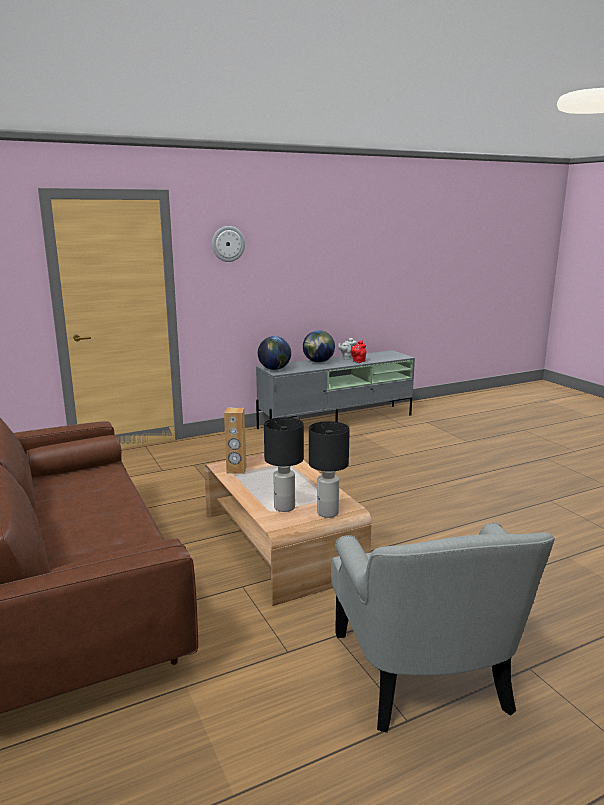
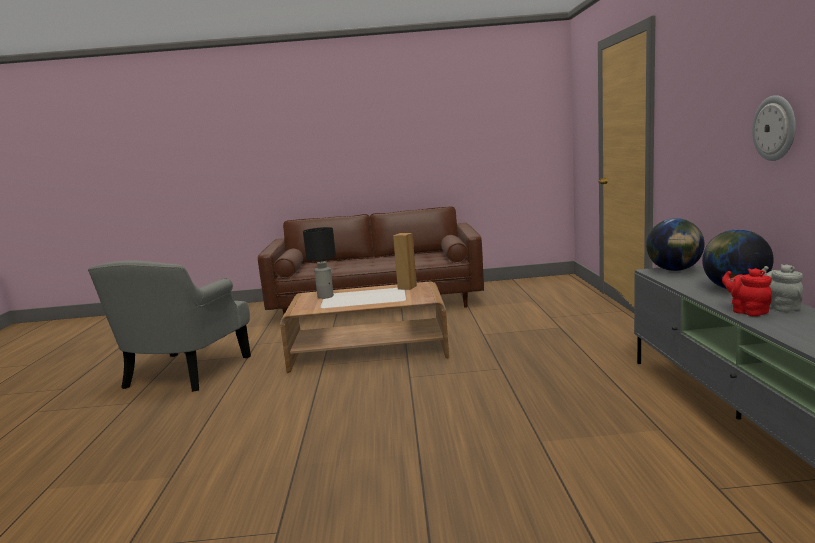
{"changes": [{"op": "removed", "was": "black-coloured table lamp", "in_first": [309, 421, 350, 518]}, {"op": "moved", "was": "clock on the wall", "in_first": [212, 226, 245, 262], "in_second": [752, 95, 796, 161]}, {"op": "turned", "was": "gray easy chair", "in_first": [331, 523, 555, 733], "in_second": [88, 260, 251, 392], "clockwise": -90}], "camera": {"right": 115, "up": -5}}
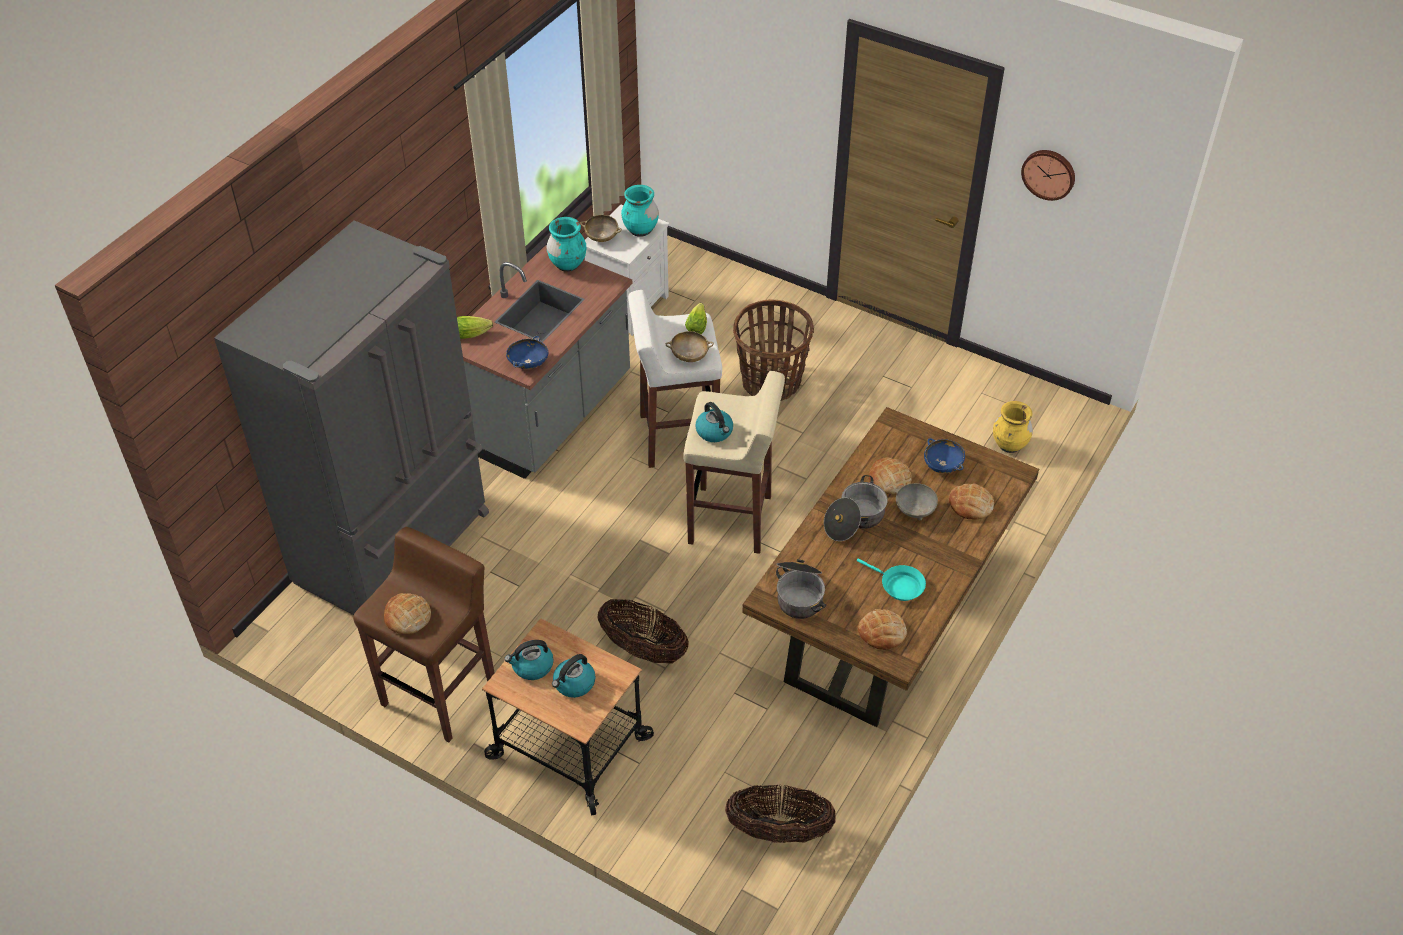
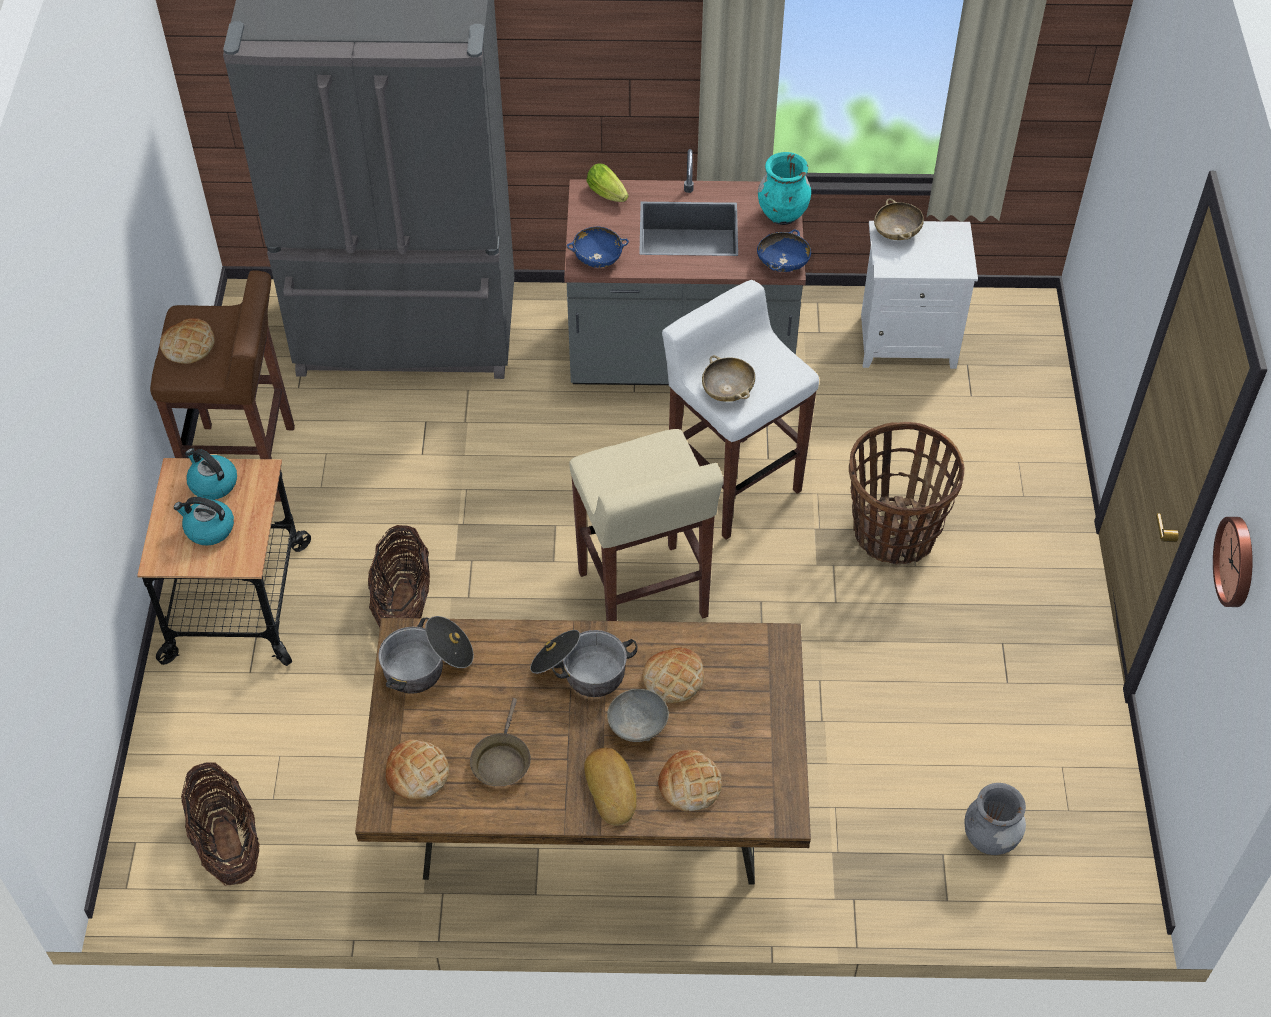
{"changes": [{"op": "removed", "was": "turquoise decorative vase", "in_first": [621, 185, 659, 237]}, {"op": "removed", "was": "head of lettuce", "in_first": [685, 303, 707, 334]}, {"op": "removed", "was": "water kettle", "in_first": [695, 402, 733, 442]}, {"op": "added", "now": "bread", "in_second": [584, 748, 637, 826]}, {"op": "moved", "was": "bluish serving bowl", "in_first": [924, 438, 965, 473], "in_second": [757, 229, 811, 272]}, {"op": "recoloured", "was": "turquoise pan", "now": "brownish pan", "in_first": [857, 558, 926, 601], "in_second": [470, 698, 531, 786]}, {"op": "recoloured", "was": "yellow decorative vase", "now": "gray decorative vase", "in_first": [993, 401, 1033, 453], "in_second": [964, 783, 1026, 855]}], "camera": {"right": 60, "up": 5}}
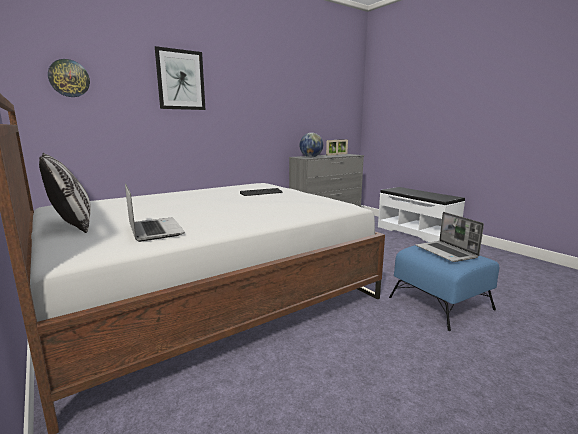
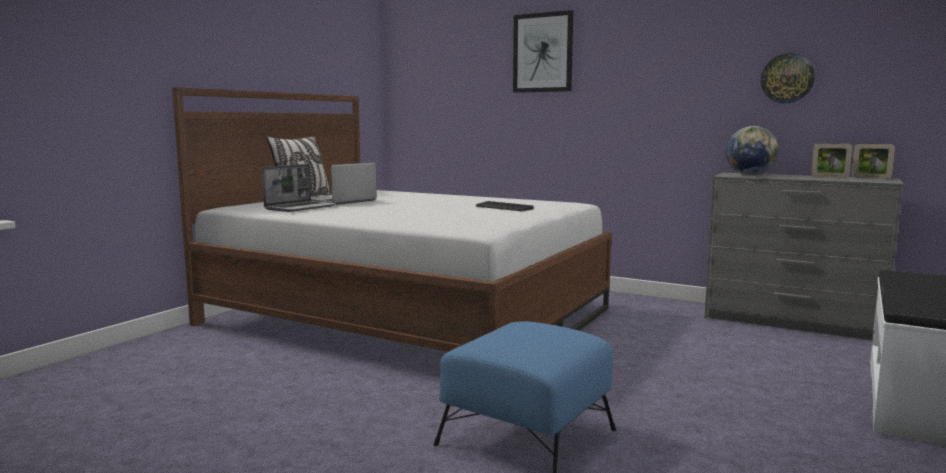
{"changes": [{"op": "moved", "was": "clock on the wall", "in_first": [48, 59, 90, 97], "in_second": [761, 53, 815, 103]}, {"op": "moved", "was": "laptop", "in_first": [416, 212, 484, 262], "in_second": [311, 162, 377, 205]}], "camera": {"right": 65, "up": -5}}
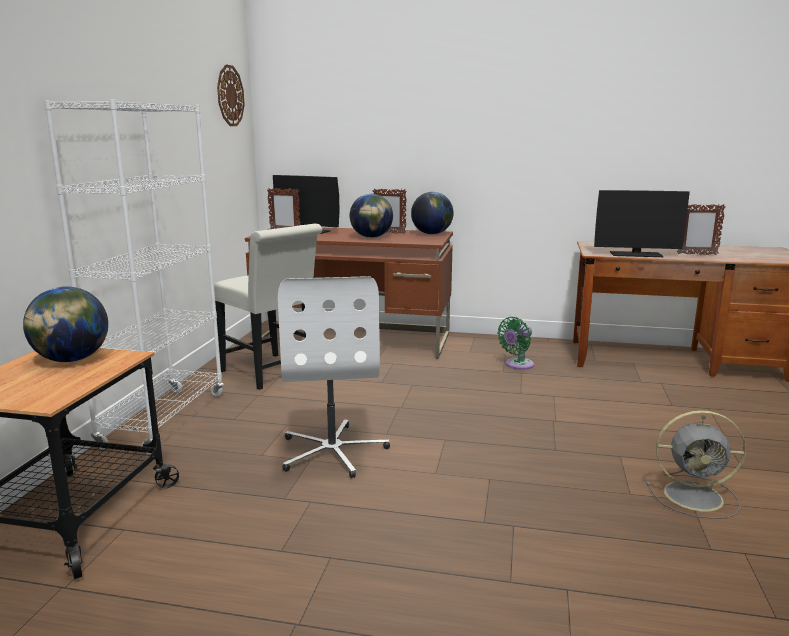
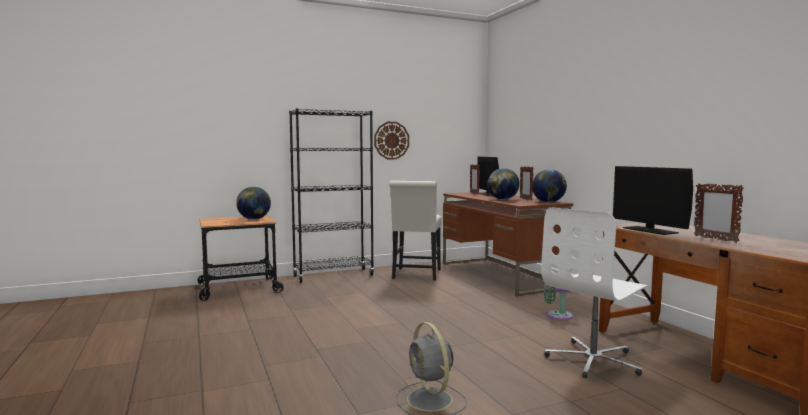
{"changes": [{"op": "moved", "was": "clock on the wall", "in_first": [217, 64, 245, 126], "in_second": [374, 122, 409, 159]}, {"op": "moved", "was": "whitish office chair", "in_first": [278, 276, 390, 478], "in_second": [541, 207, 649, 378]}, {"op": "recoloured", "was": "whitish bookshelf", "now": "black-coloured bookshelf", "in_first": [44, 99, 224, 455], "in_second": [289, 108, 374, 283]}], "camera": {"right": 55, "up": -10}}
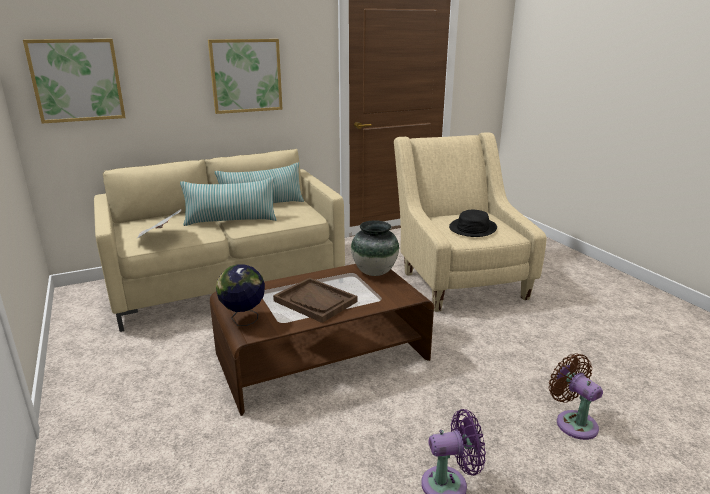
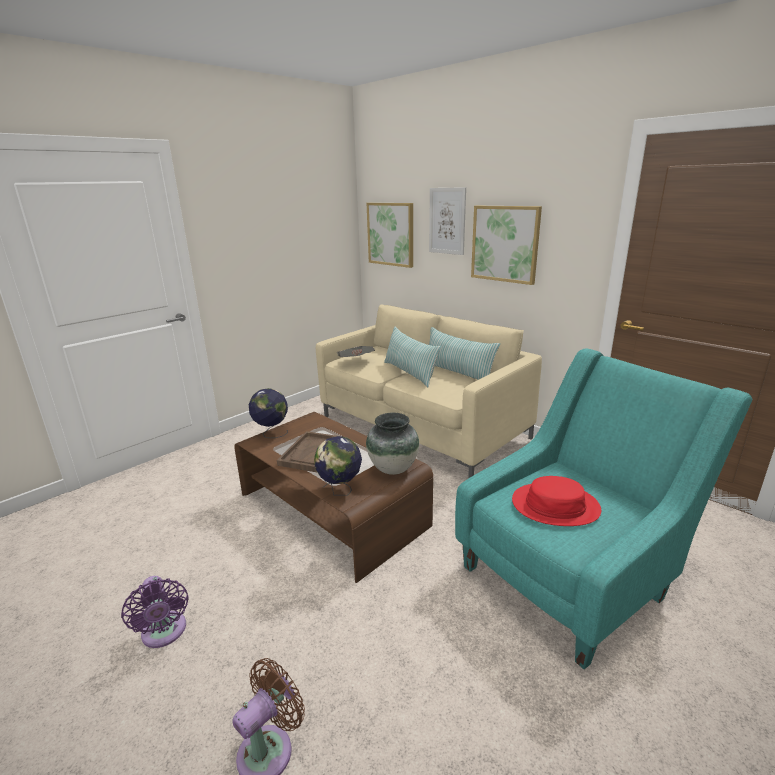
{"changes": [{"op": "added", "now": "desk globe", "in_second": [314, 436, 362, 496]}, {"op": "added", "now": "picture", "in_second": [429, 187, 466, 255]}, {"op": "recoloured", "was": "beige-coloured easy chair", "now": "turquoise easy chair", "in_first": [394, 132, 547, 312], "in_second": [455, 348, 752, 669]}, {"op": "recoloured", "was": "black-coloured wearable hat", "now": "red wearable hat", "in_first": [449, 210, 497, 237], "in_second": [512, 476, 601, 526]}], "camera": {"right": 70, "up": 0}}
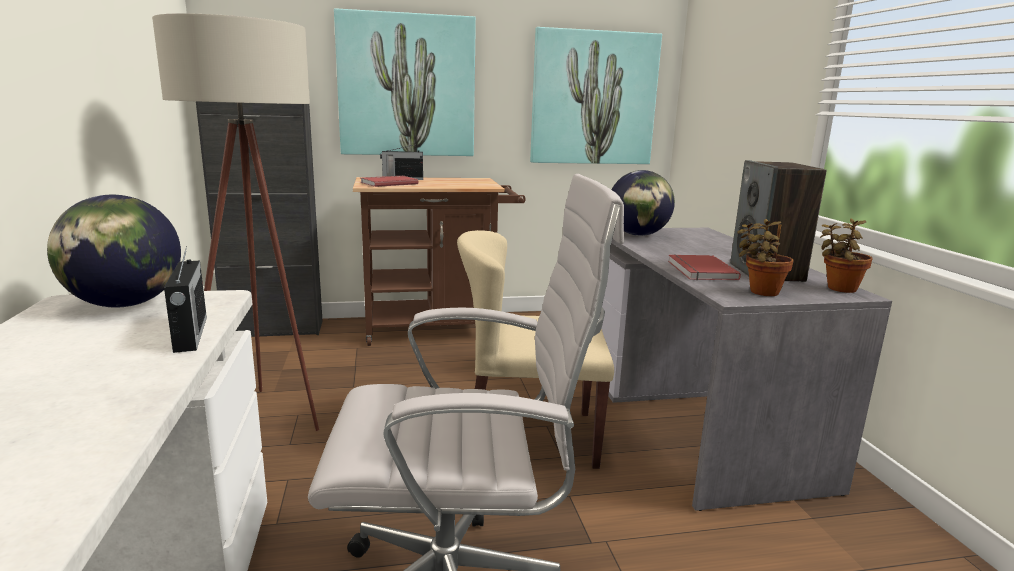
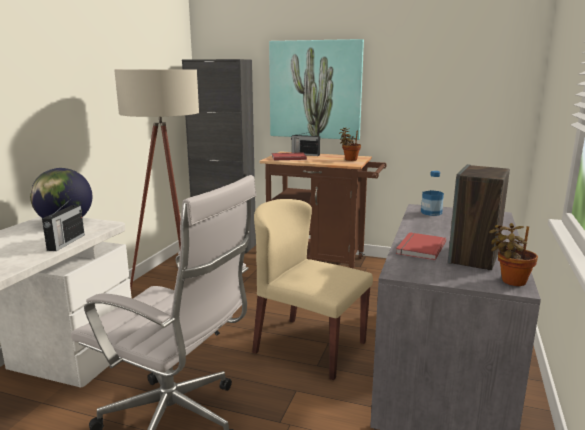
{"changes": [{"op": "removed", "was": "picture", "in_first": [530, 27, 662, 164]}, {"op": "moved", "was": "plant in a pot", "in_first": [737, 219, 794, 296], "in_second": [339, 127, 361, 161]}, {"op": "replaced", "was": "desk globe", "now": "bottle", "in_first": [612, 170, 675, 236], "in_second": [421, 171, 444, 216]}], "camera": {"right": 30, "up": 0}}
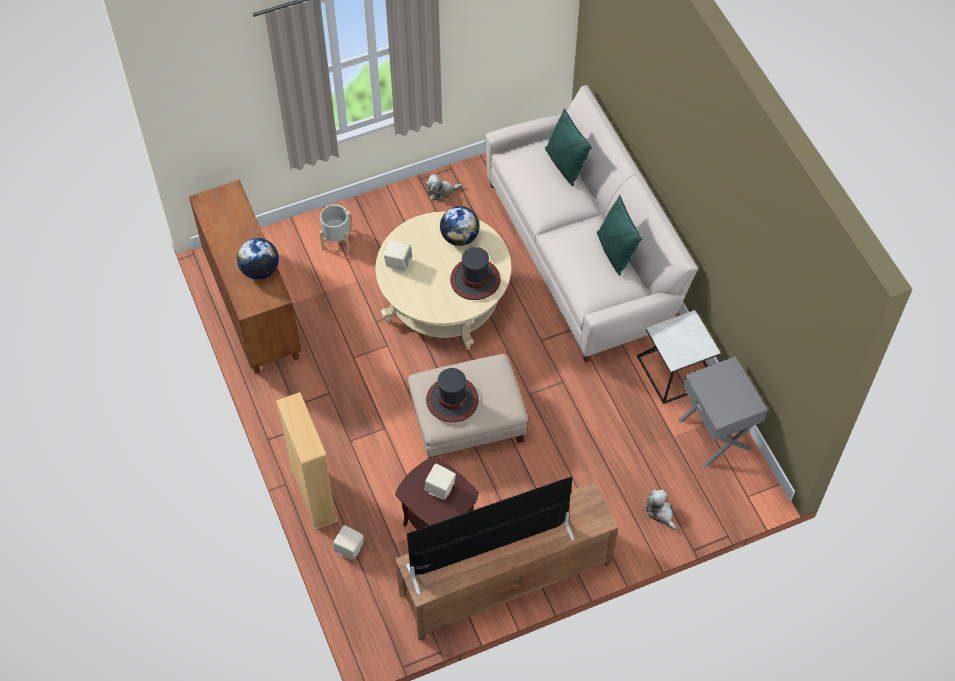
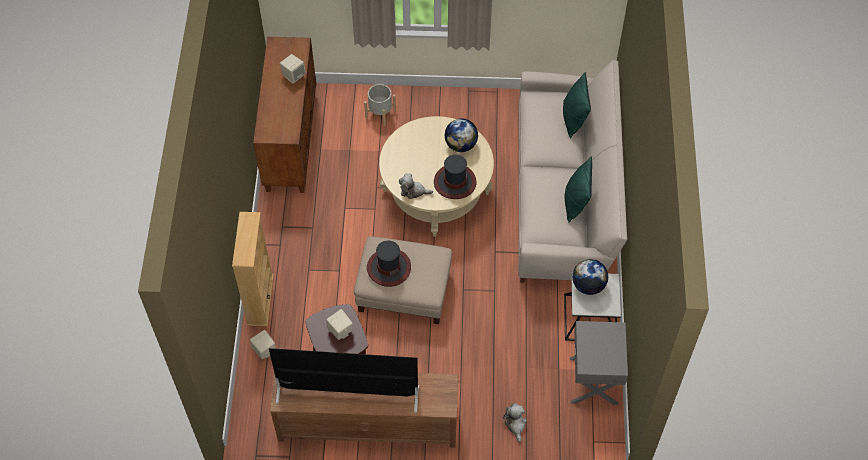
{"changes": [{"op": "moved", "was": "desk globe", "in_first": [237, 238, 279, 280], "in_second": [572, 259, 608, 295]}, {"op": "moved", "was": "beige-coloured loudspeaker", "in_first": [384, 240, 412, 273], "in_second": [280, 54, 306, 84]}, {"op": "moved", "was": "plush toy", "in_first": [425, 174, 462, 201], "in_second": [399, 173, 433, 199]}], "camera": {"right": 25, "up": 0}}
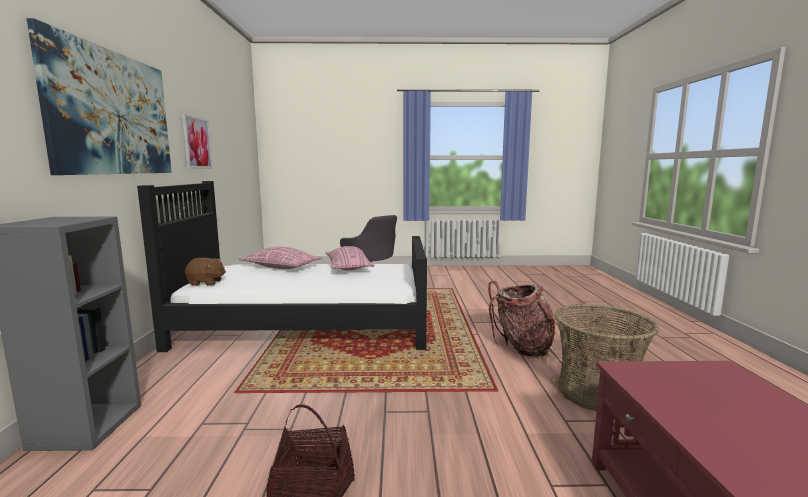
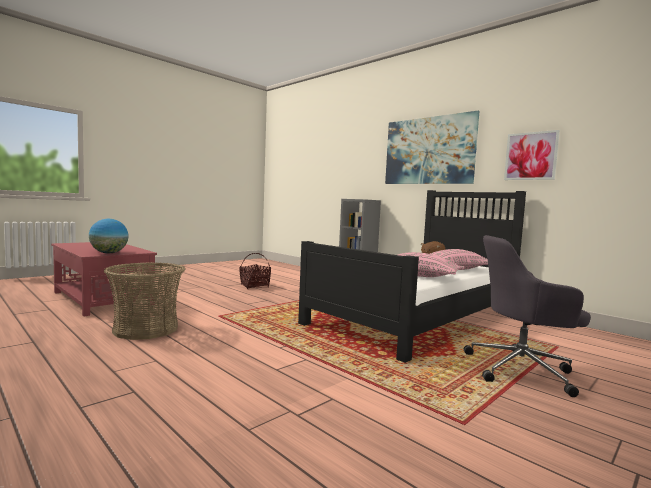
{"changes": [{"op": "removed", "was": "rucksack", "in_first": [488, 281, 555, 357]}, {"op": "added", "now": "desk globe", "in_second": [89, 219, 129, 254]}], "camera": {"right": 135, "up": -5}}
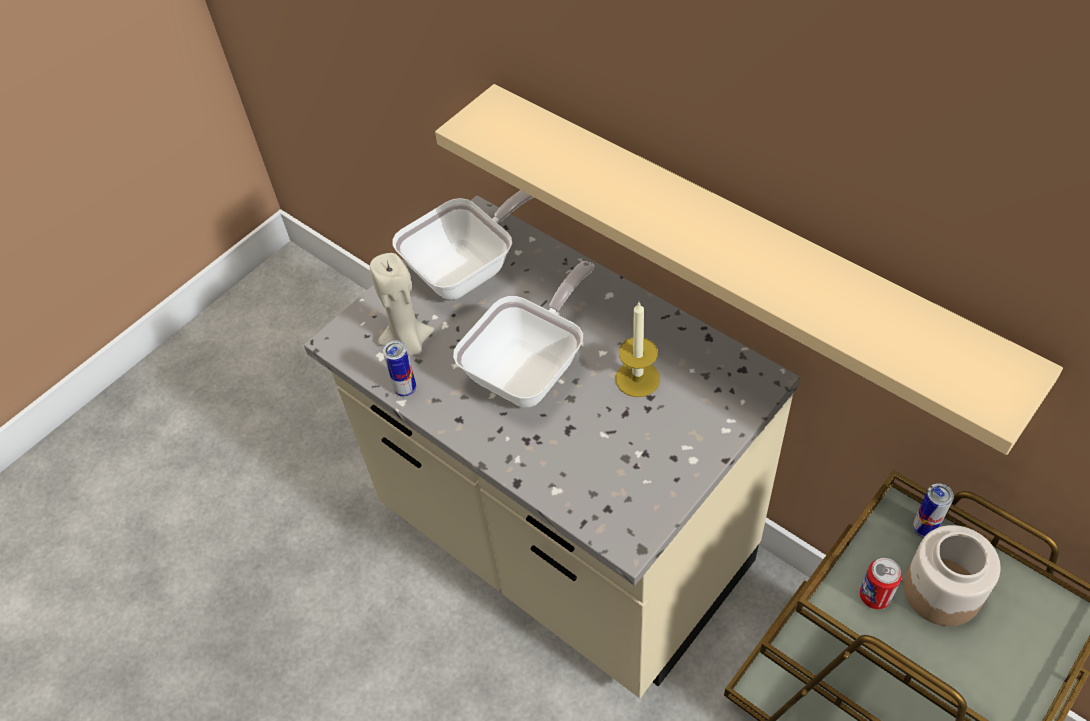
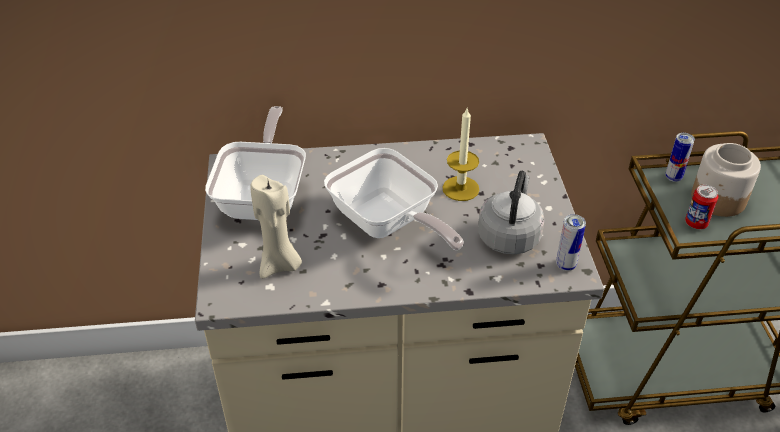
{"changes": [{"op": "removed", "was": "beige-coloured bracket shelf", "in_first": [435, 84, 1063, 455]}, {"op": "added", "now": "gray water kettle", "in_second": [478, 171, 544, 254]}, {"op": "moved", "was": "metal can", "in_first": [383, 341, 416, 397], "in_second": [556, 214, 586, 271]}, {"op": "turned", "was": "pan", "in_first": [453, 261, 594, 407], "in_second": [324, 148, 464, 250], "clockwise": 150}], "camera": {"right": -50, "up": -10}}
